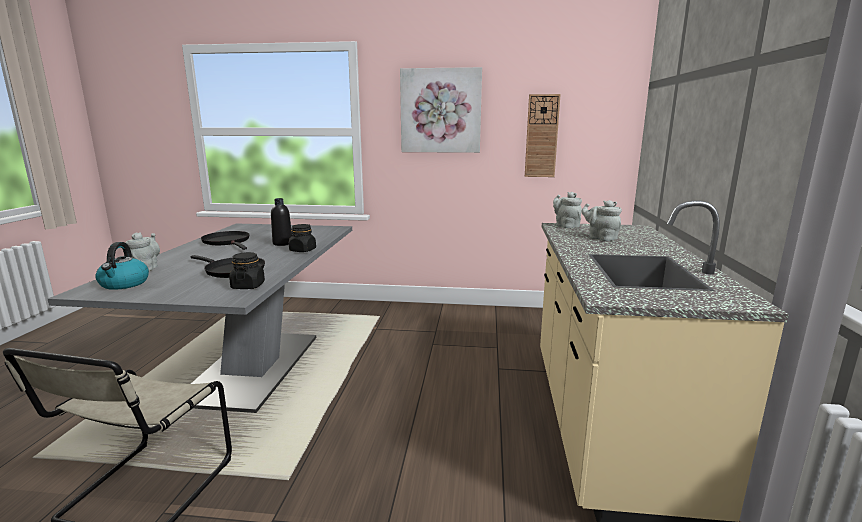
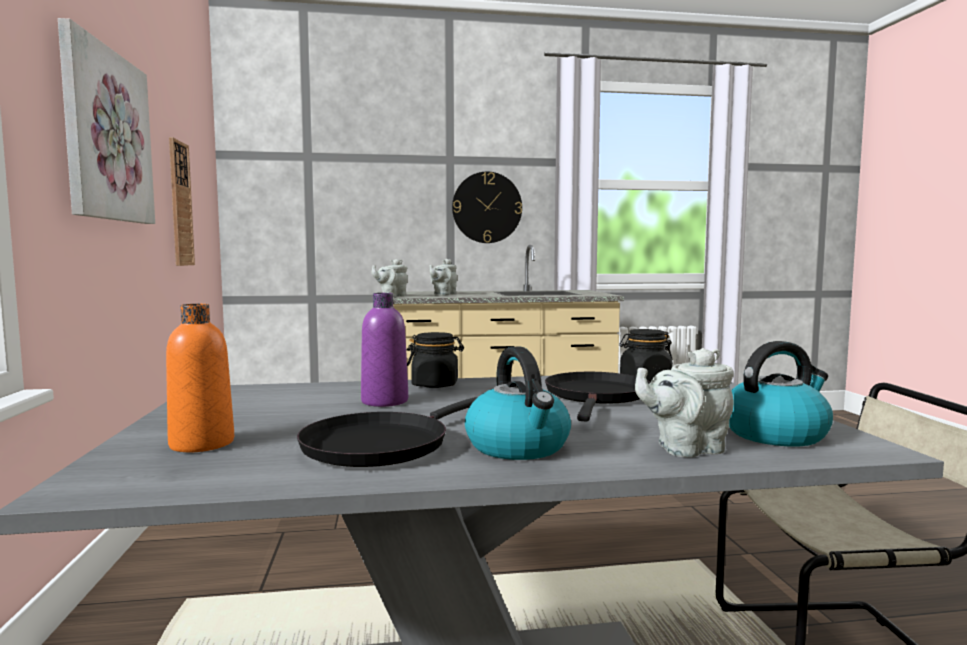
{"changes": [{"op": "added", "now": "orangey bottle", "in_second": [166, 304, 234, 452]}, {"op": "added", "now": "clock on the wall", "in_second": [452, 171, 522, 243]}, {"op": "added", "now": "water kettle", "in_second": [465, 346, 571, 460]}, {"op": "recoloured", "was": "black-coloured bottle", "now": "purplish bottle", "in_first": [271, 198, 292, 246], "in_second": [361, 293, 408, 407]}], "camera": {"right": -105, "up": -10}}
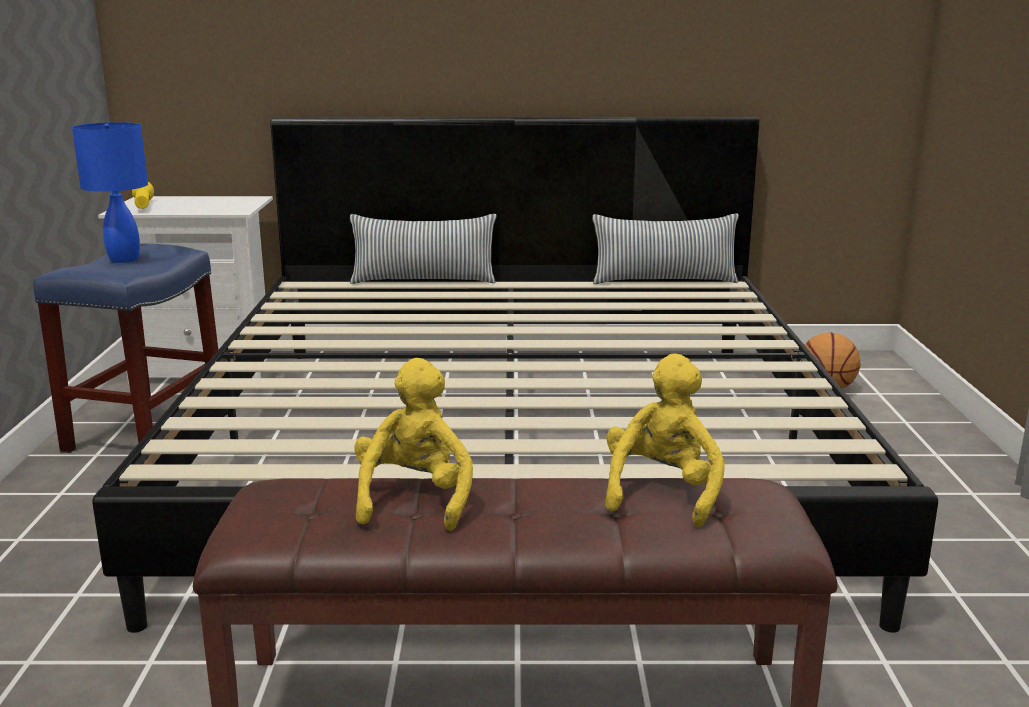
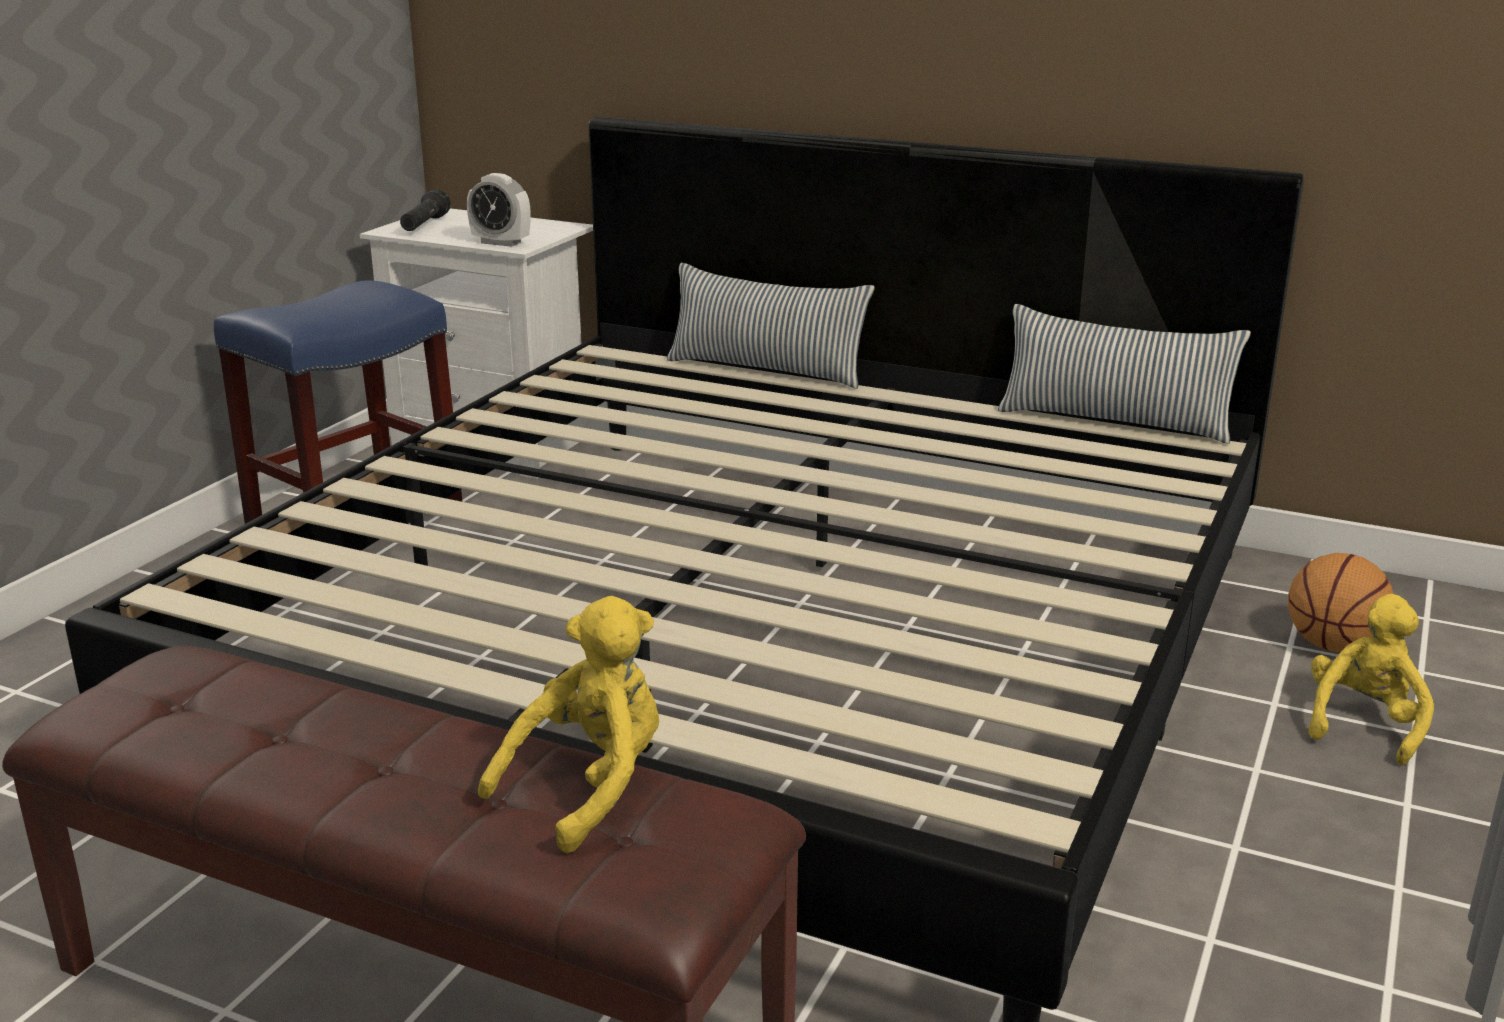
{"changes": [{"op": "removed", "was": "bluish table lamp", "in_first": [72, 122, 148, 263]}, {"op": "added", "now": "table clock", "in_second": [467, 173, 531, 247]}, {"op": "moved", "was": "yellow plush toy", "in_first": [354, 358, 473, 531], "in_second": [1308, 594, 1434, 765]}, {"op": "recoloured", "was": "yellow hand torch", "now": "black-coloured hand torch", "in_first": [132, 182, 154, 209], "in_second": [400, 189, 451, 231]}], "camera": {"right": 25, "up": 5}}
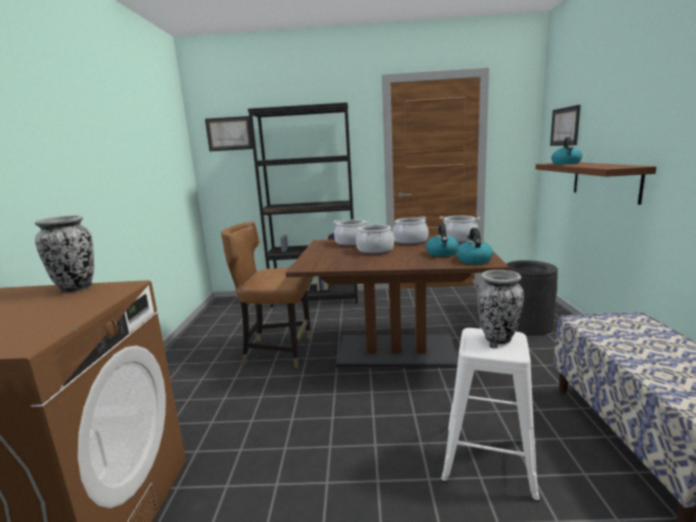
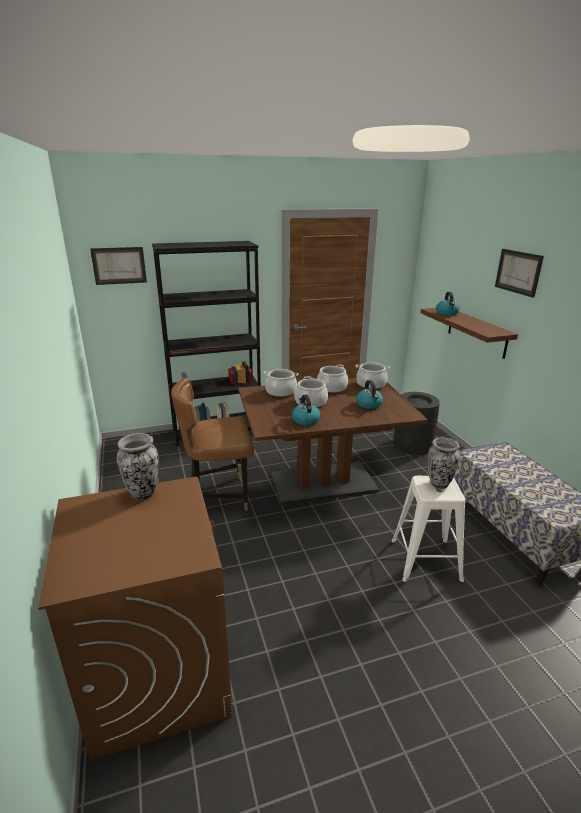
{"changes": [{"op": "moved", "was": "water kettle", "in_first": [457, 228, 493, 264], "in_second": [292, 394, 320, 425]}, {"op": "moved", "was": "picture", "in_first": [550, 105, 581, 146], "in_second": [495, 249, 544, 298]}], "camera": {"right": -20, "up": 10}}
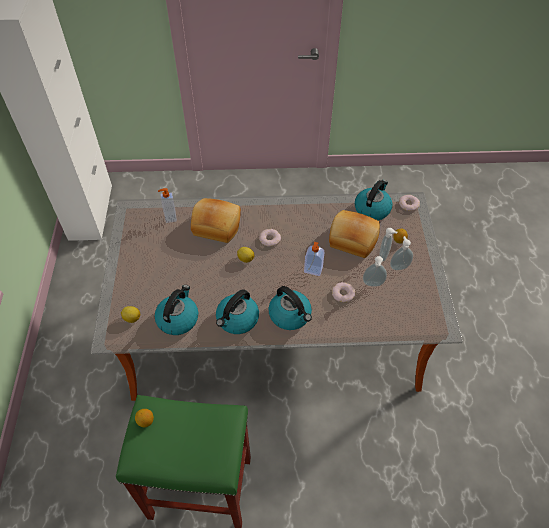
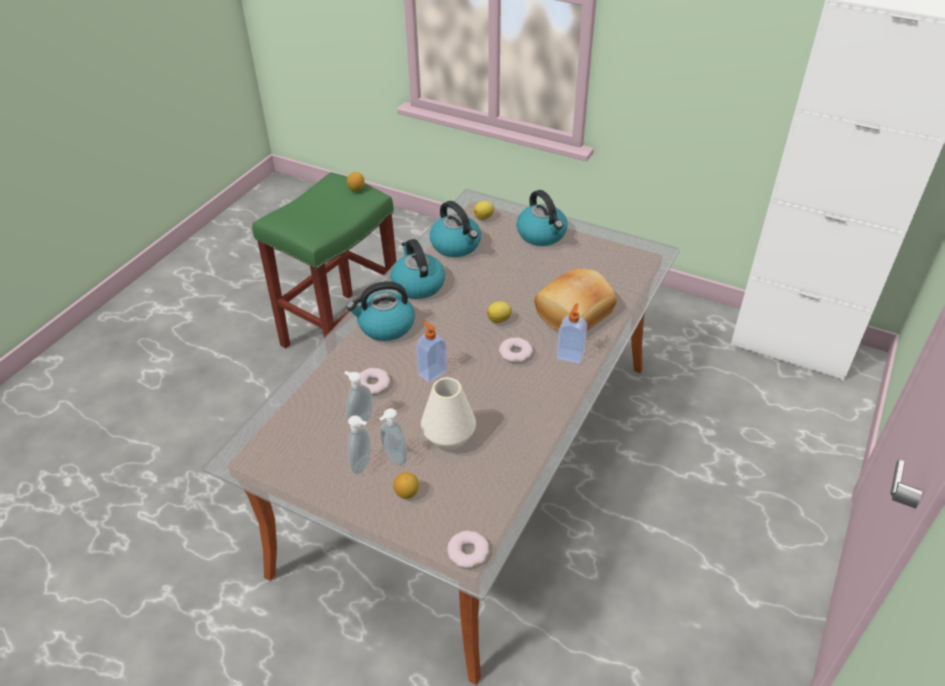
{"changes": [{"op": "moved", "was": "liquid soap bottle", "in_first": [158, 188, 177, 223], "in_second": [557, 303, 587, 364]}, {"op": "moved", "was": "water kettle", "in_first": [355, 180, 393, 220], "in_second": [516, 190, 568, 246]}, {"op": "replaced", "was": "bread", "now": "whitish decorative vase", "in_first": [329, 210, 380, 258], "in_second": [421, 377, 476, 450]}], "camera": {"right": 120, "up": -10}}
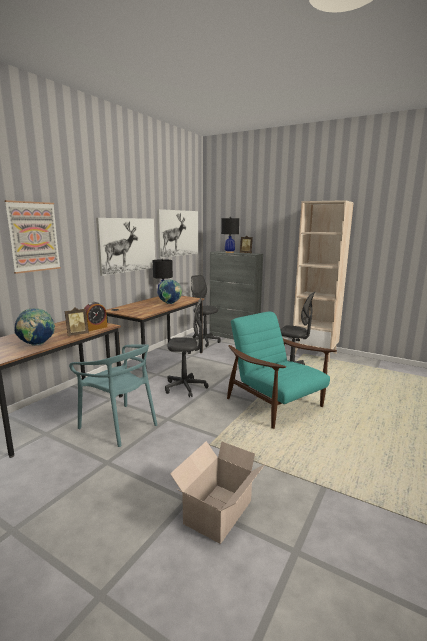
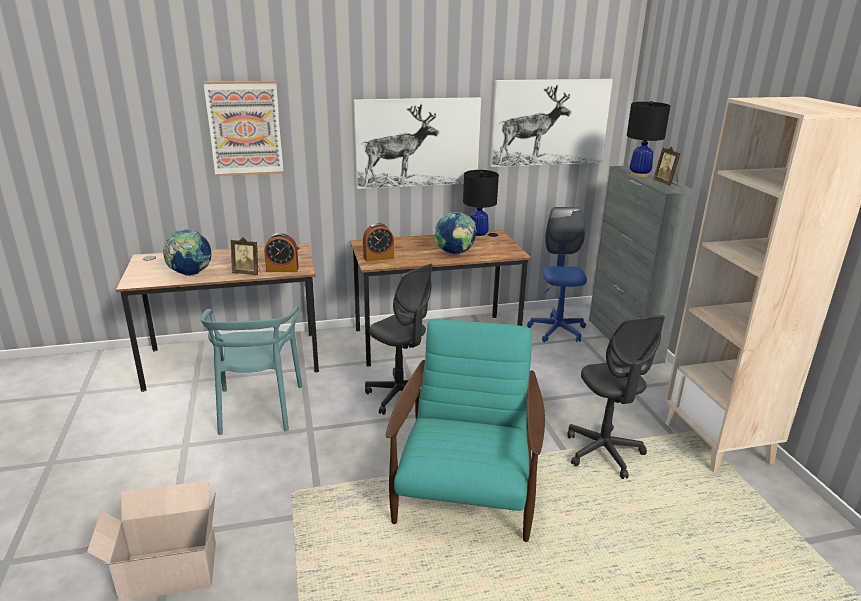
{"changes": [{"op": "added", "now": "table clock", "in_second": [363, 223, 394, 262]}, {"op": "recoloured", "was": "gray office chair", "now": "bluish office chair", "in_first": [191, 275, 221, 347], "in_second": [527, 207, 587, 342]}], "camera": {"right": 45, "up": 10}}
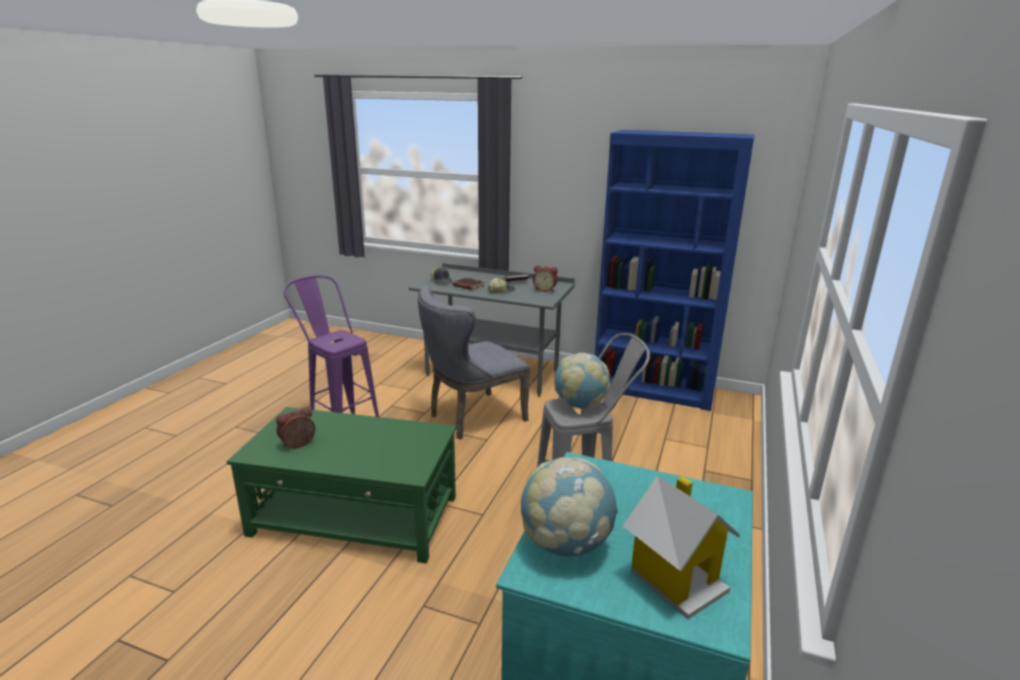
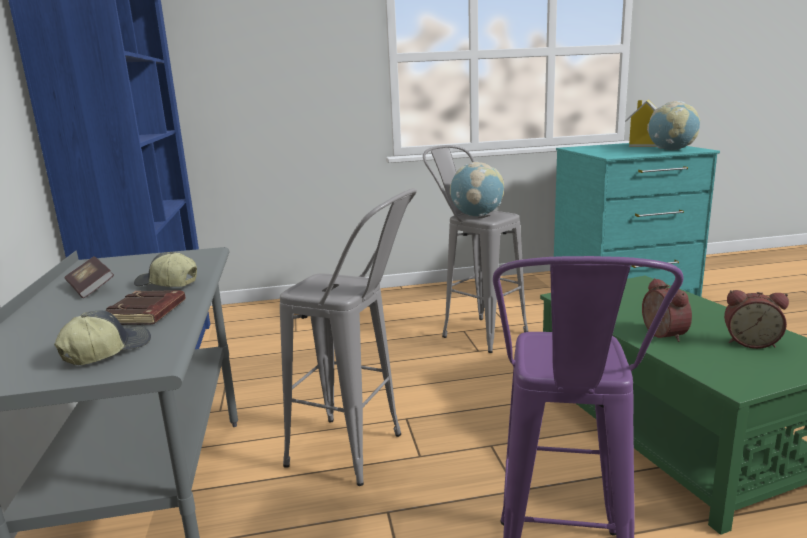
{"changes": [{"op": "moved", "was": "table clock", "in_first": [533, 265, 558, 292], "in_second": [642, 278, 692, 342]}, {"op": "replaced", "was": "gray plain chair", "now": "gray stool seat", "in_first": [418, 285, 530, 440], "in_second": [280, 188, 417, 486]}], "camera": {"right": -120, "up": -5}}
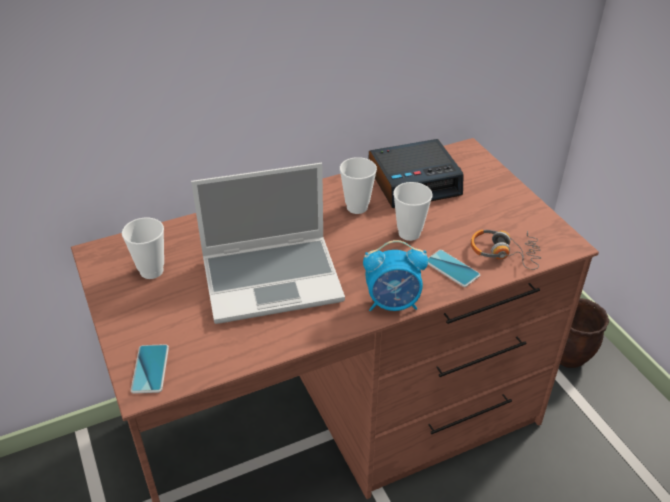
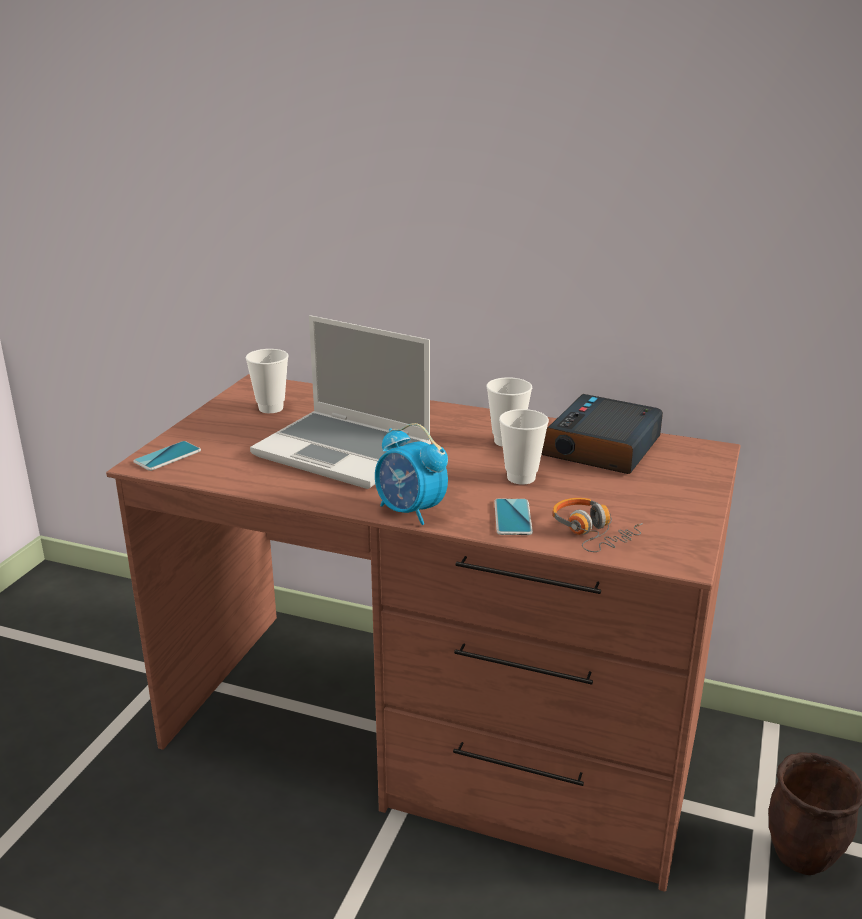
{"changes": [{"op": "turned", "was": "table clock", "in_first": [369, 139, 464, 208], "in_second": [542, 394, 663, 474], "clockwise": 90}], "camera": {"right": 45, "up": -15}}
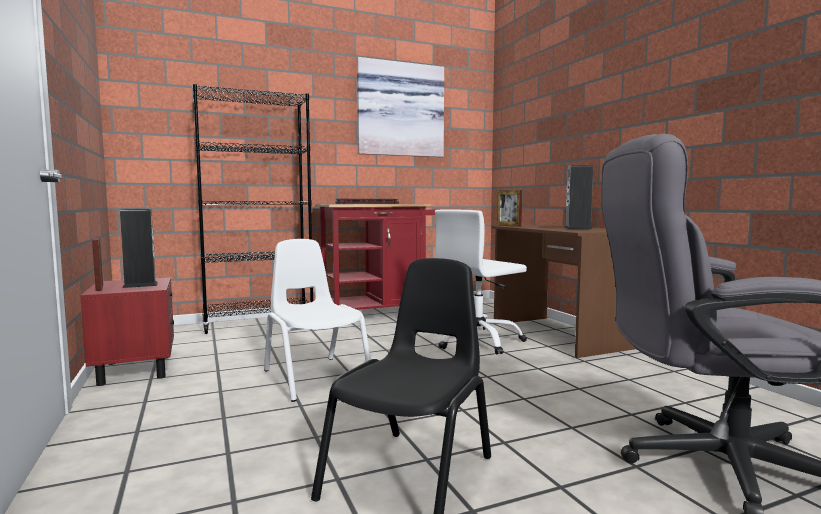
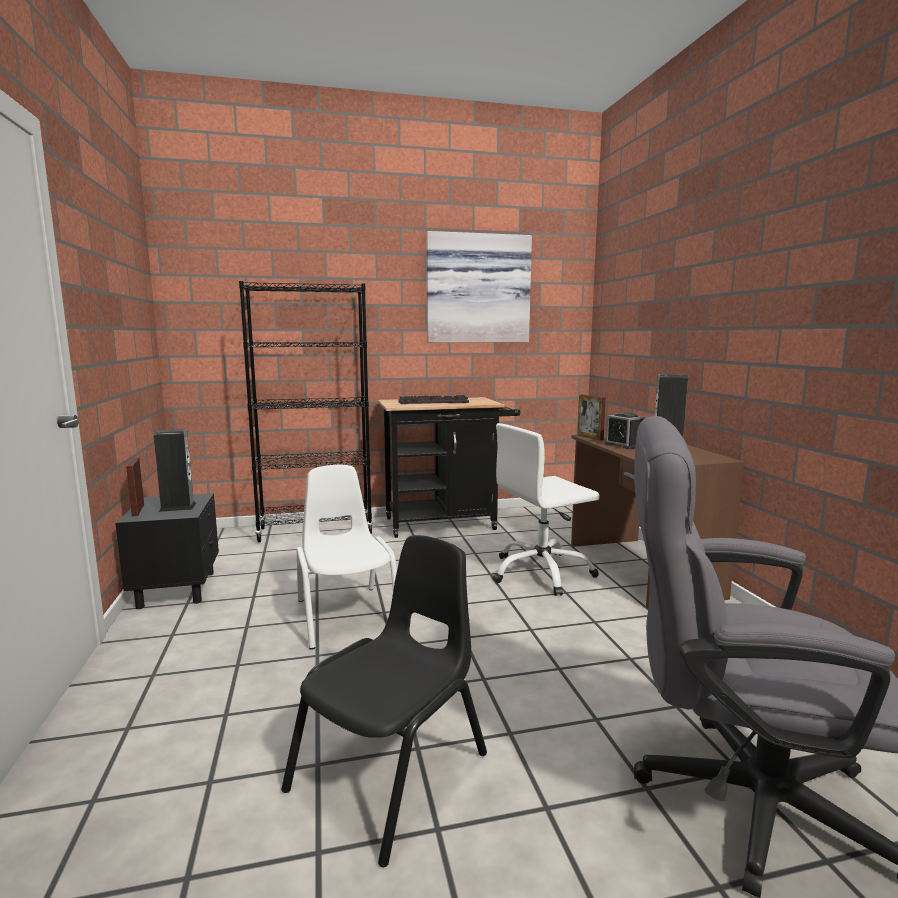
{"changes": [{"op": "added", "now": "table clock", "in_second": [604, 412, 645, 449]}, {"op": "recoloured", "was": "red nightstand", "now": "black-coloured nightstand", "in_first": [80, 278, 174, 386], "in_second": [115, 493, 219, 609]}, {"op": "recoloured", "was": "red cart", "now": "black-coloured cart", "in_first": [315, 204, 442, 310], "in_second": [378, 397, 520, 538]}], "camera": {"right": 10, "up": 5}}
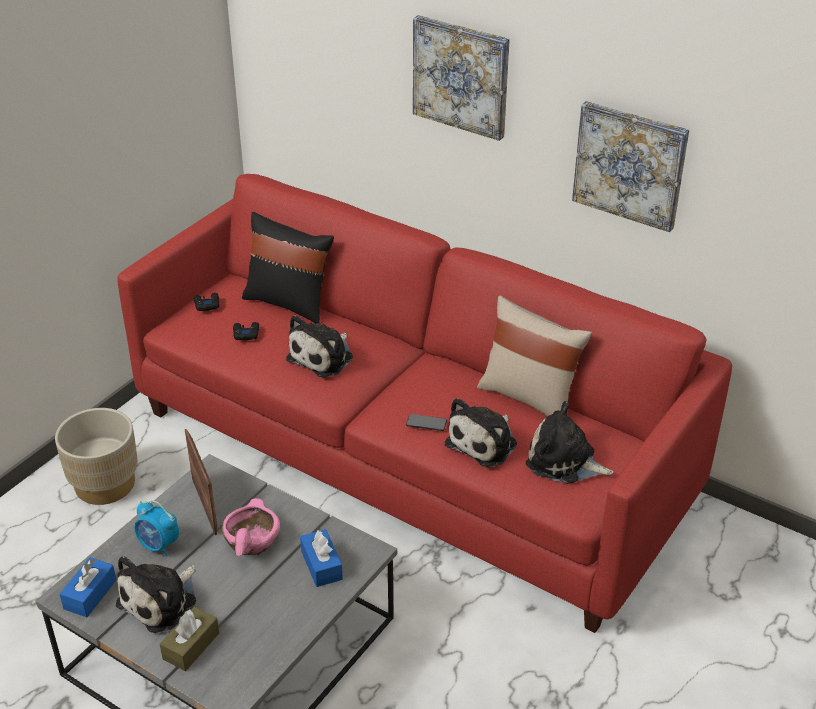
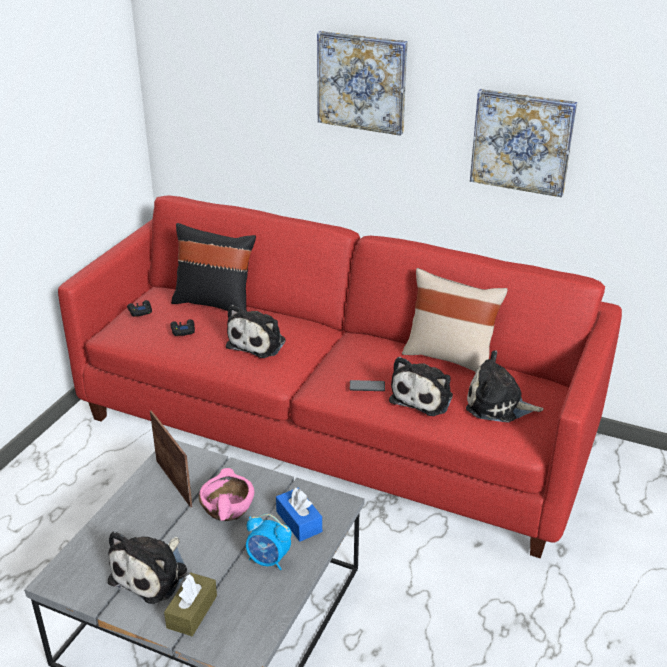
{"changes": [{"op": "removed", "was": "beige-coloured plant pot", "in_first": [55, 408, 138, 505]}, {"op": "removed", "was": "bluish tissue holder", "in_first": [60, 557, 116, 617]}, {"op": "moved", "was": "table clock", "in_first": [134, 501, 179, 557], "in_second": [246, 514, 292, 570]}], "camera": {"right": -10, "up": -5}}
